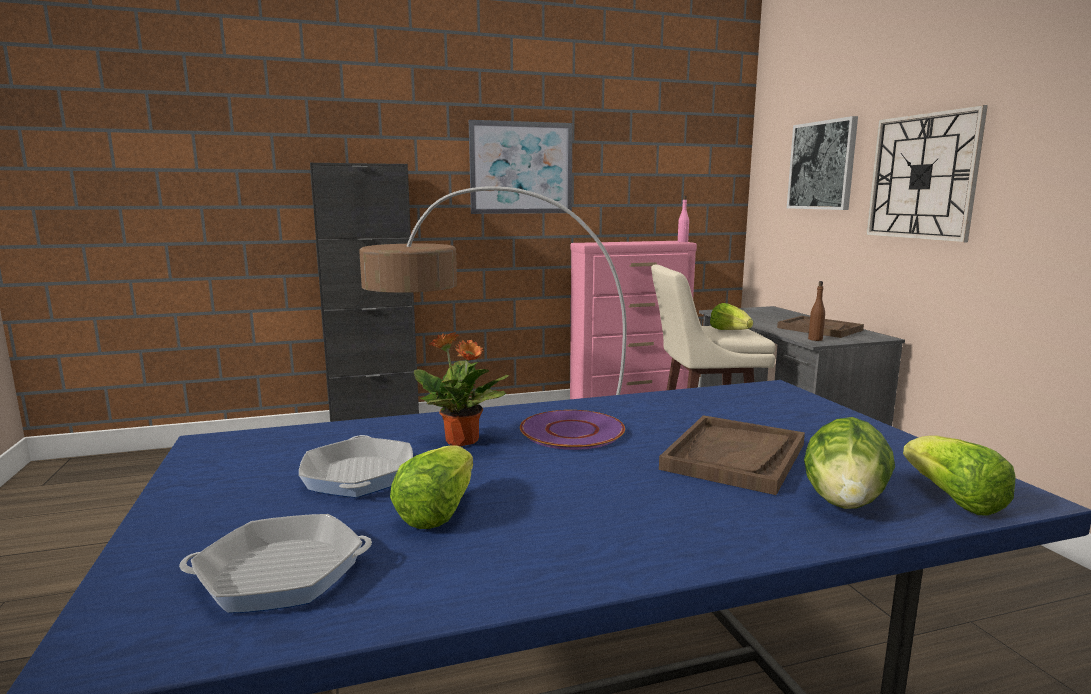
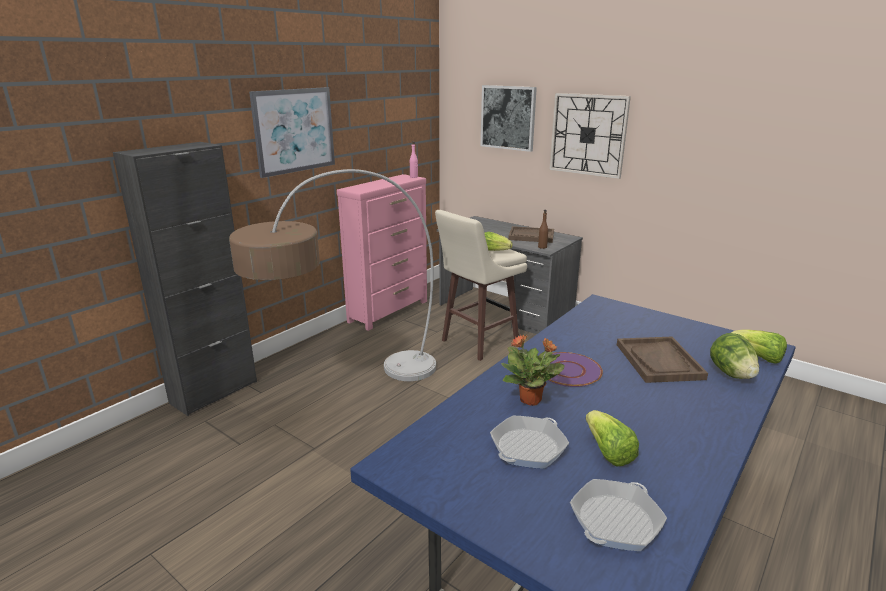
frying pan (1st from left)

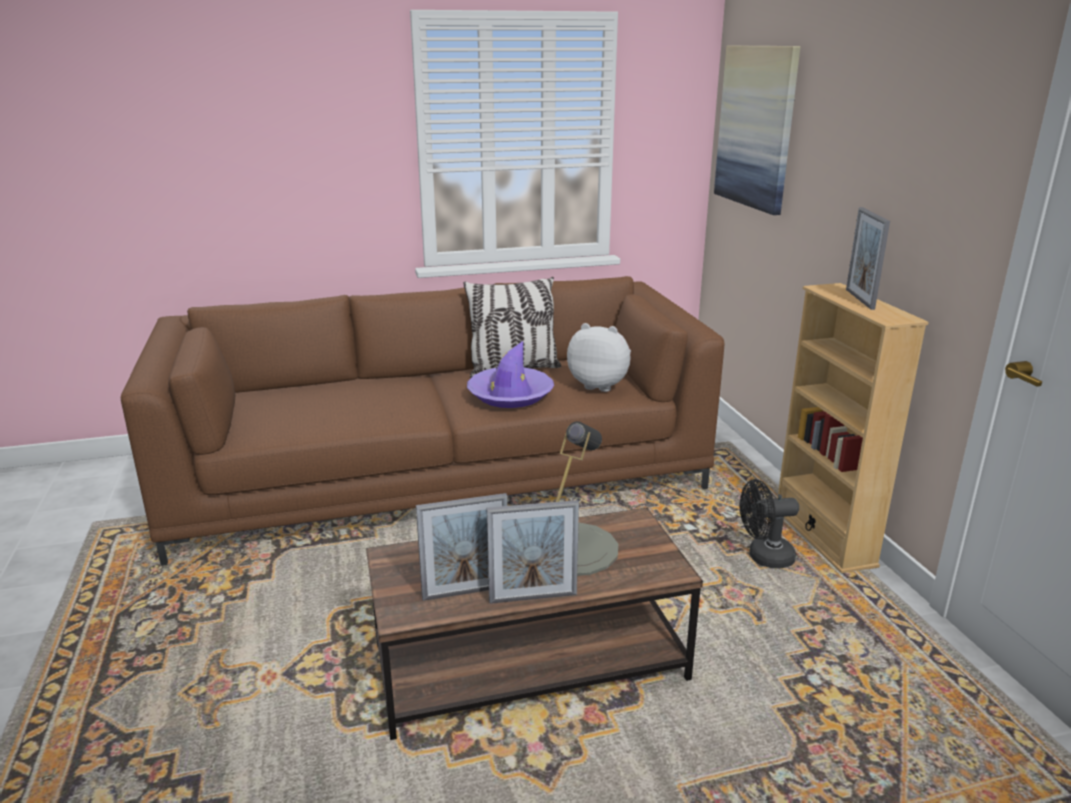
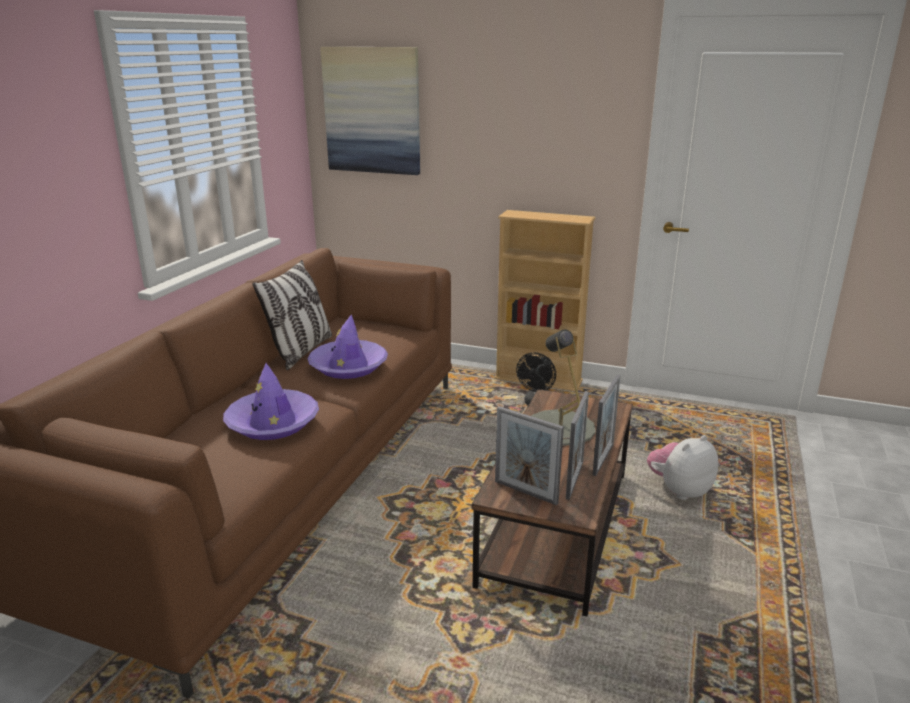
soft toy
photo frame (1st from left)
purplish clothing hat (1st from left)

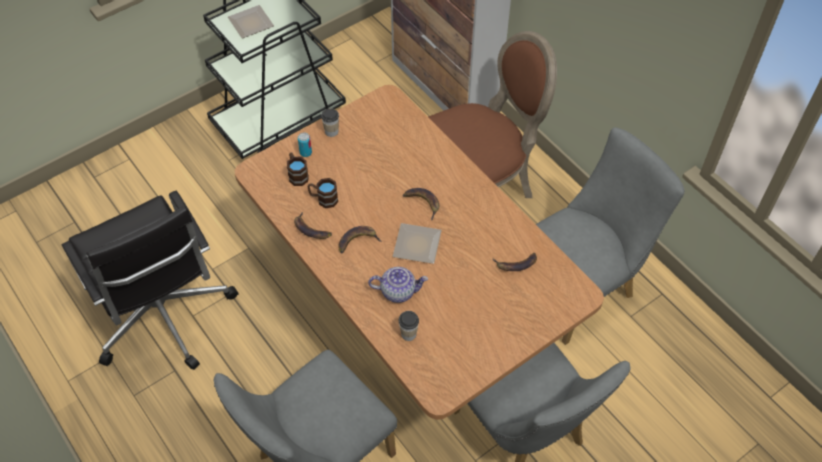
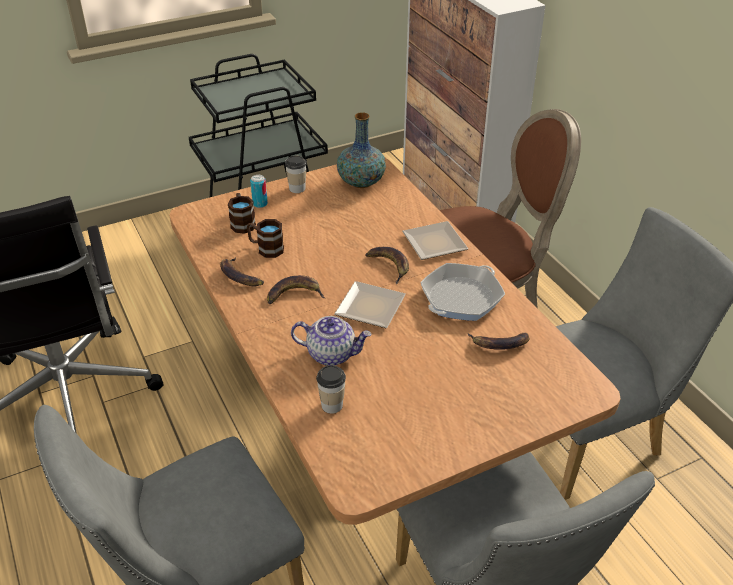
dinner plate (2nd from left)
decorative vase
frying pan

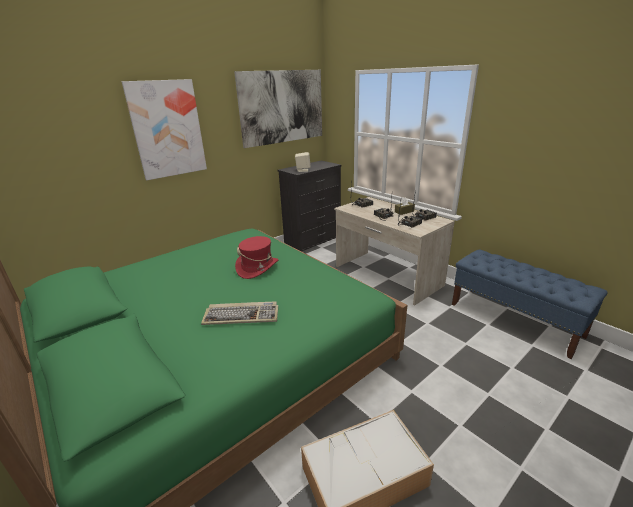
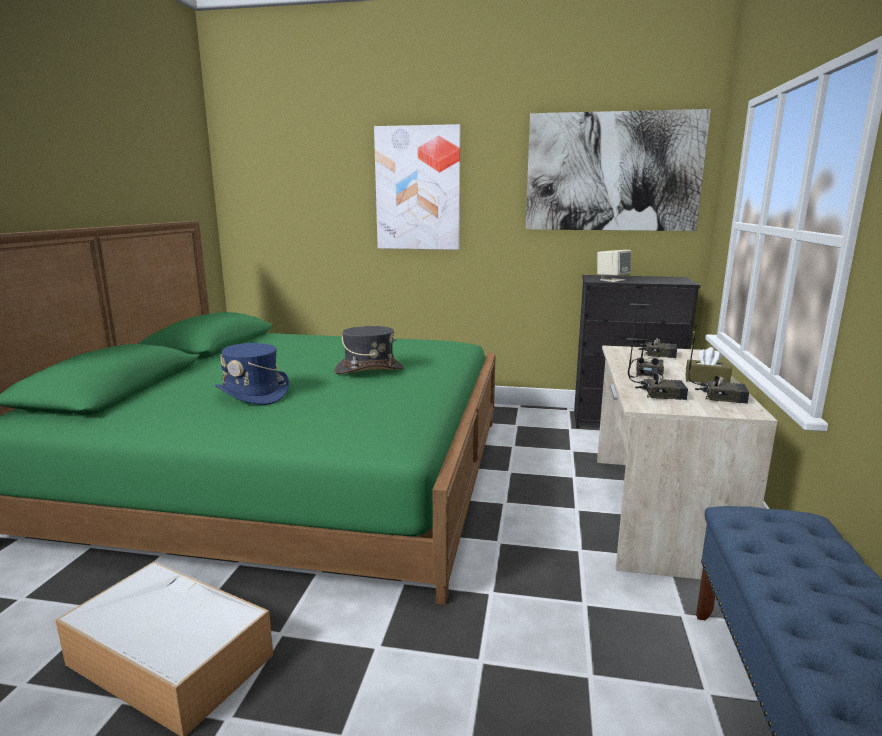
bluish clothing hat
gray clothing hat

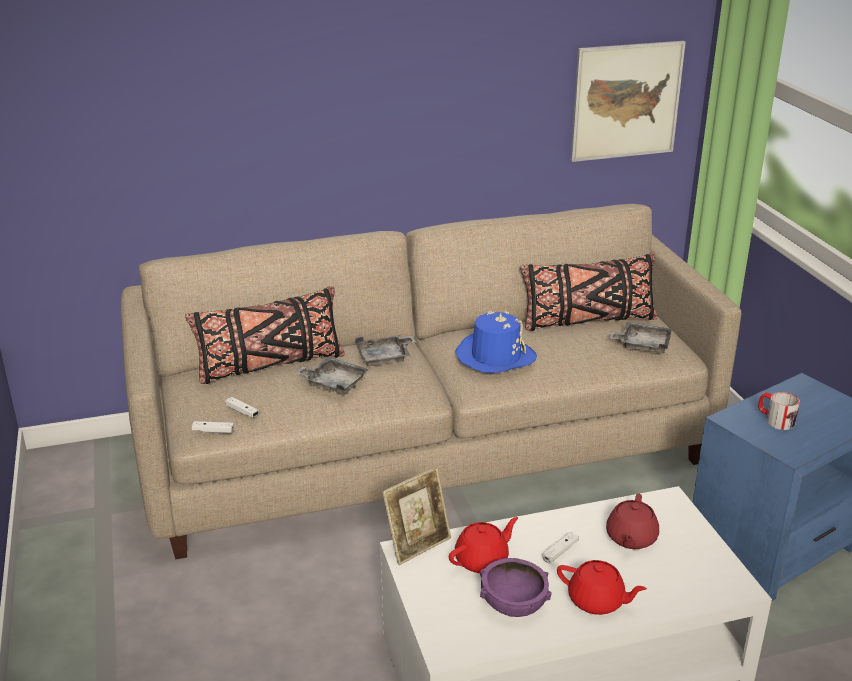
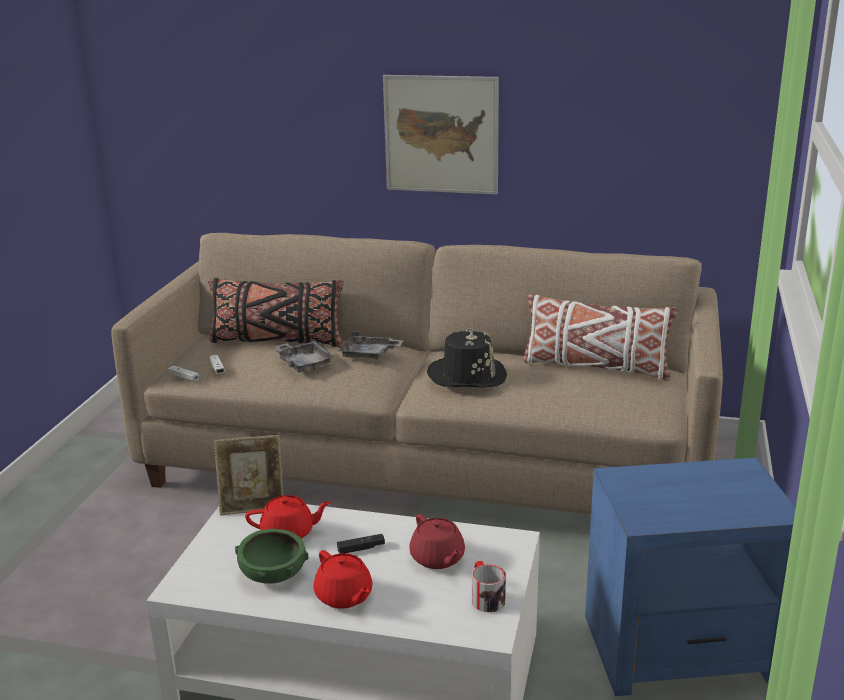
black-coloured clothing hat
greenish serving bowl
white-coloured cushion
black-coloured joypad
picture
reddish tea pot (3rd from left)
gray serving tray (3rd from left in the first image)
coffee mug

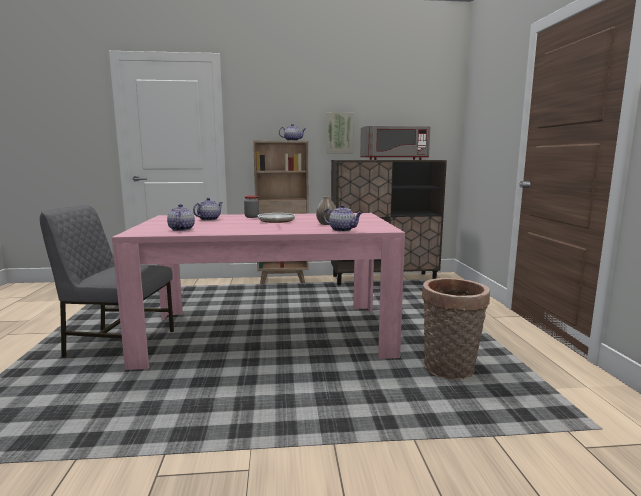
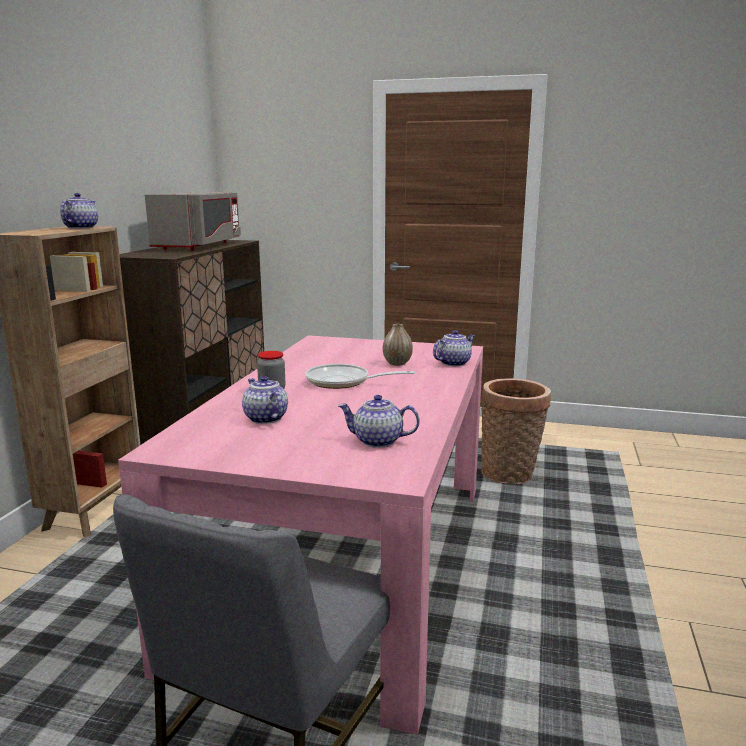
picture

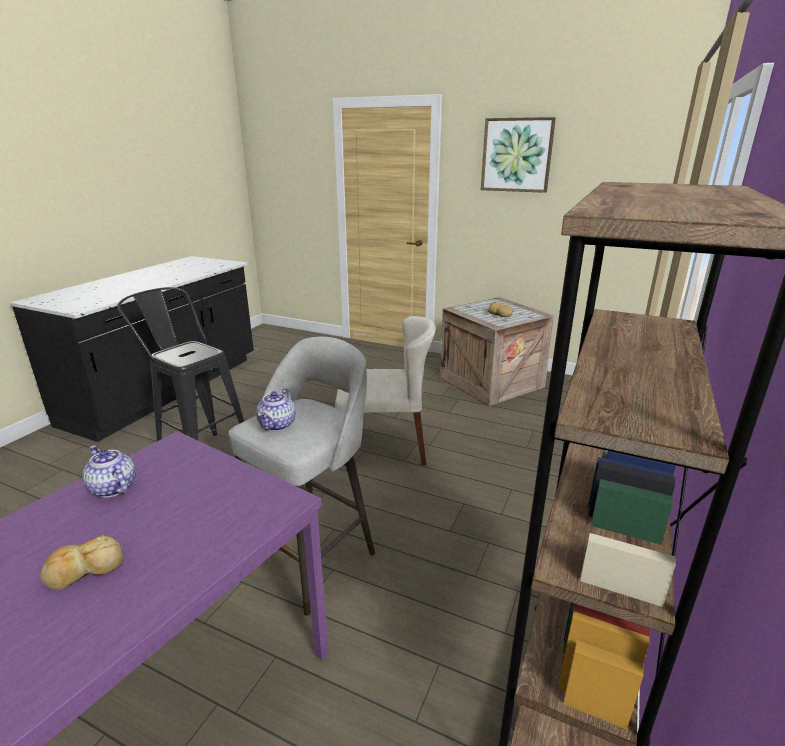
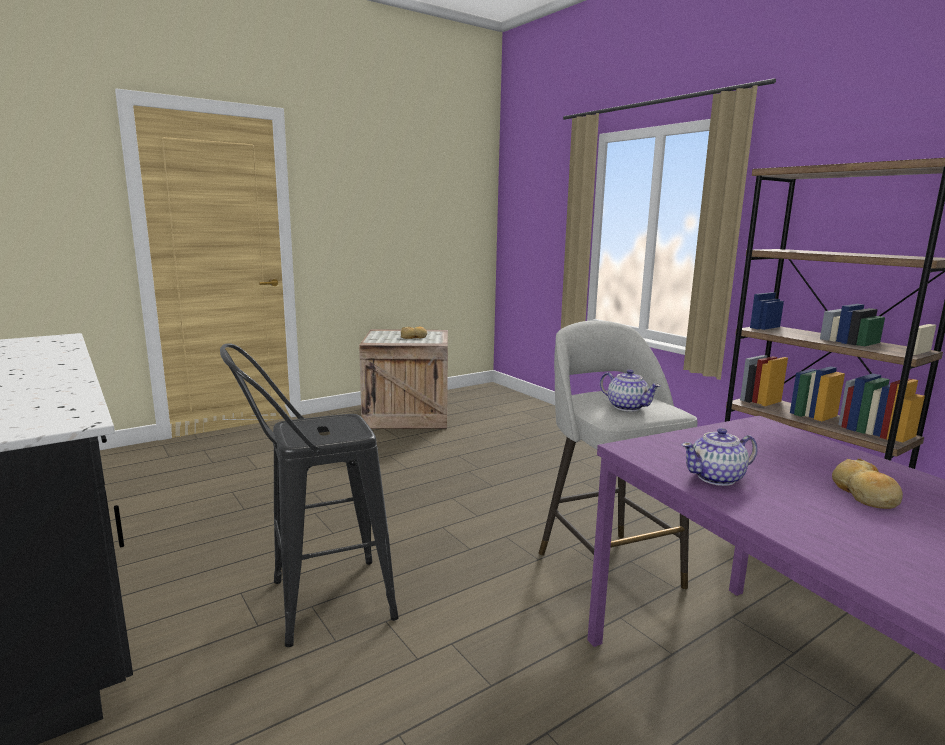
sand-coloured plain chair
picture

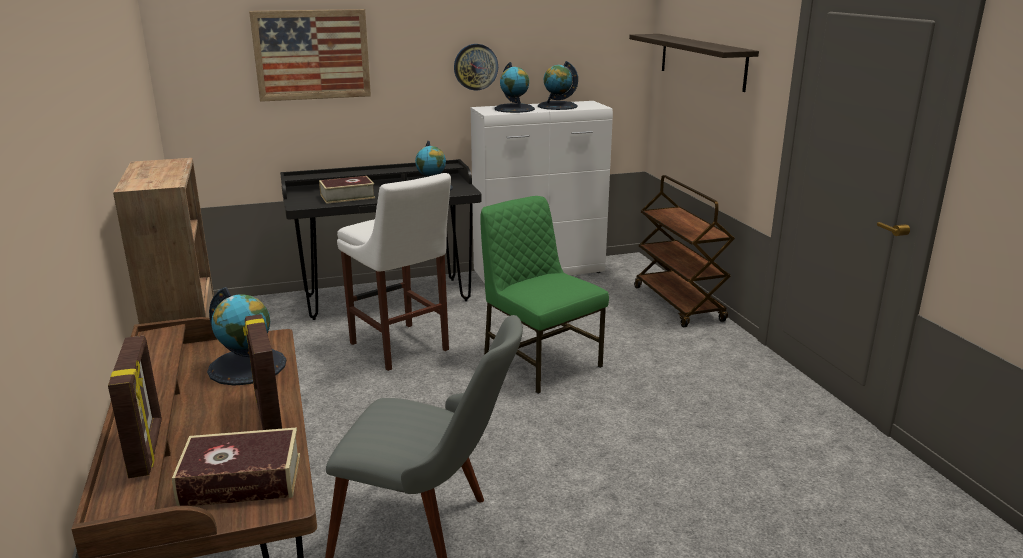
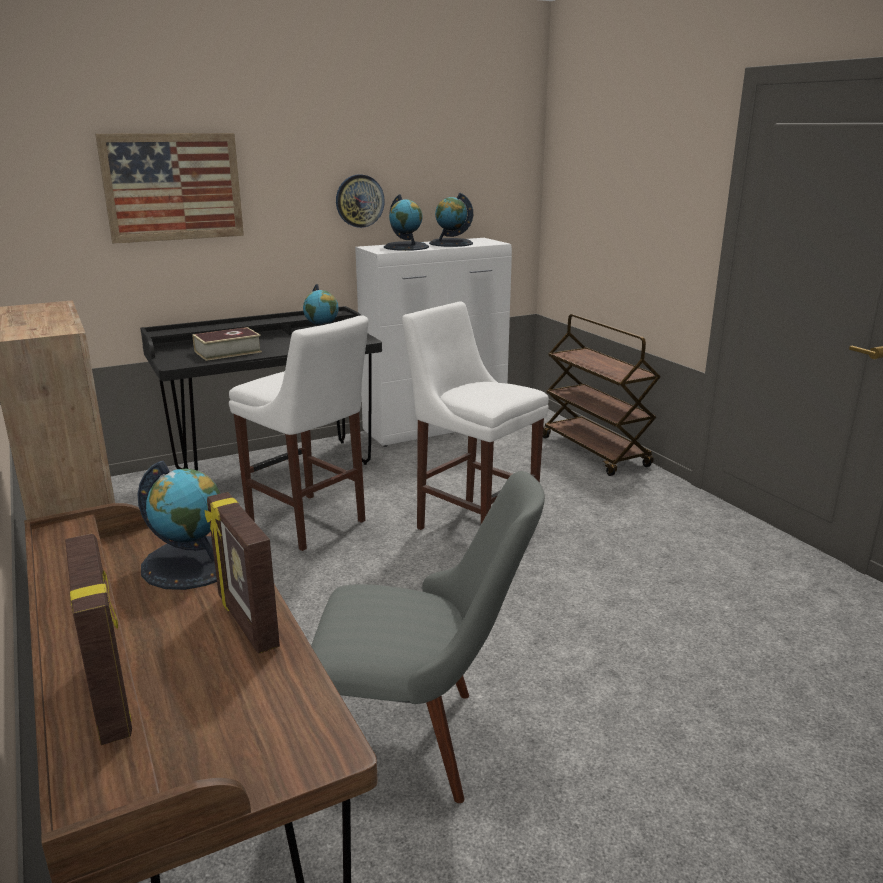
volume (1st from left in the first image)
white-coloured stool seat (2nd from left)
bracket shelf

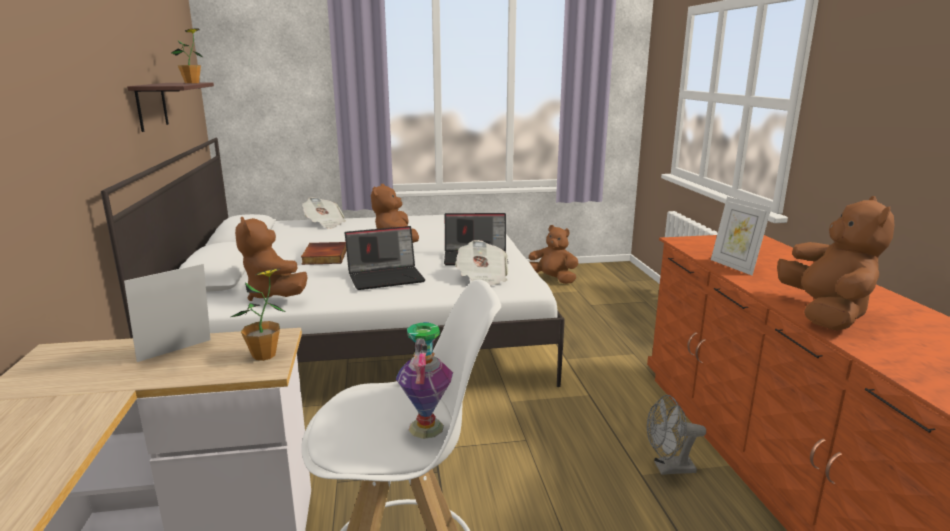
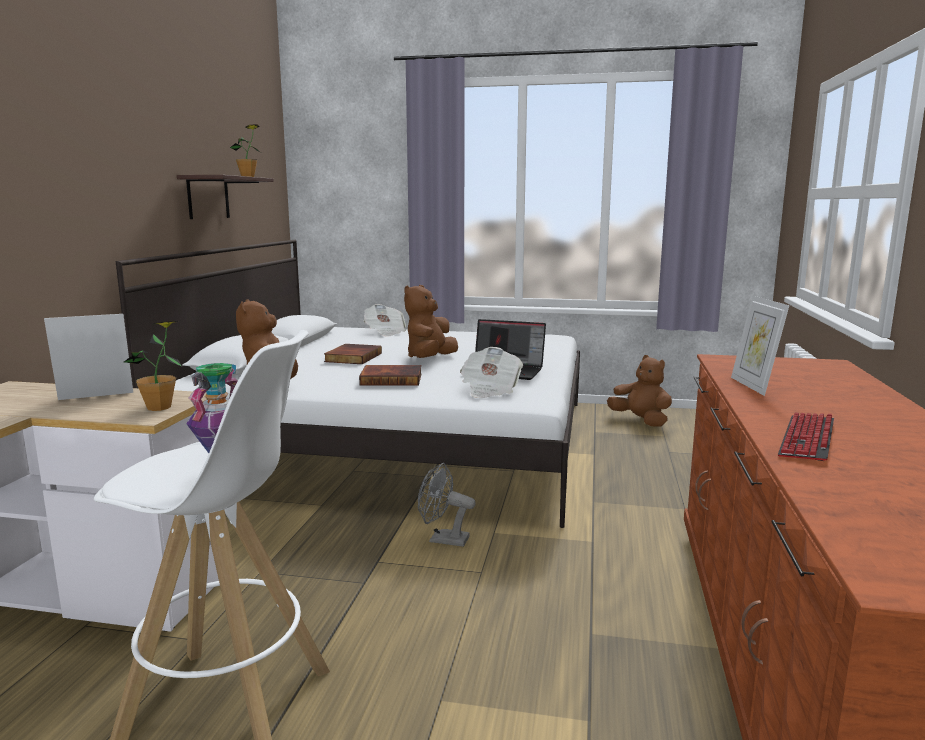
volume (2nd from left)
gray fan
keyboard

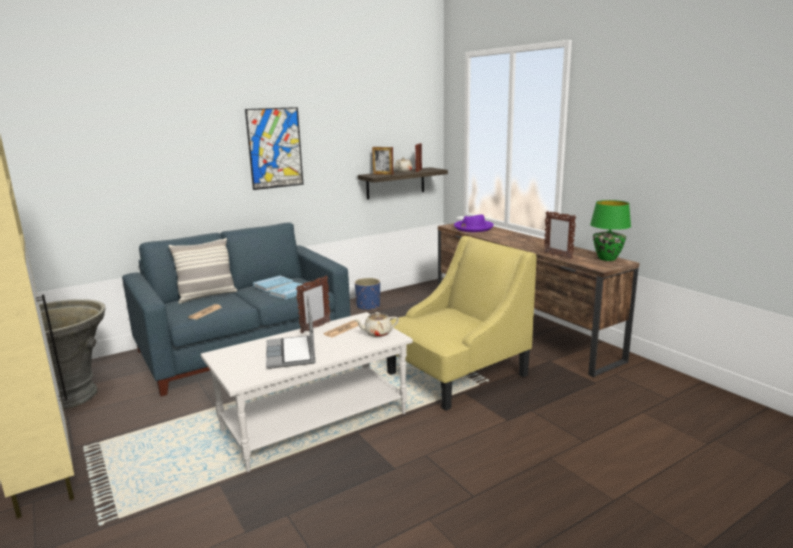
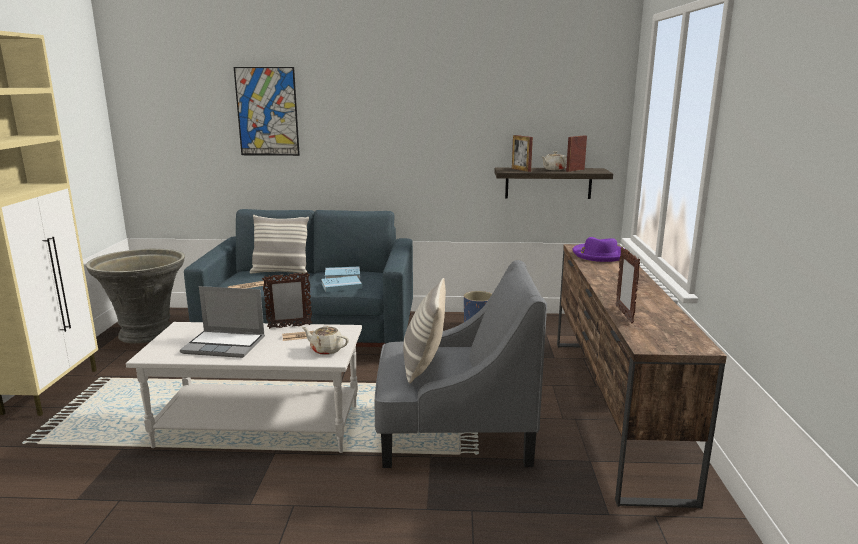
picture
laptop
gray easy chair
greenish table lamp
cushion (2nd from left)

